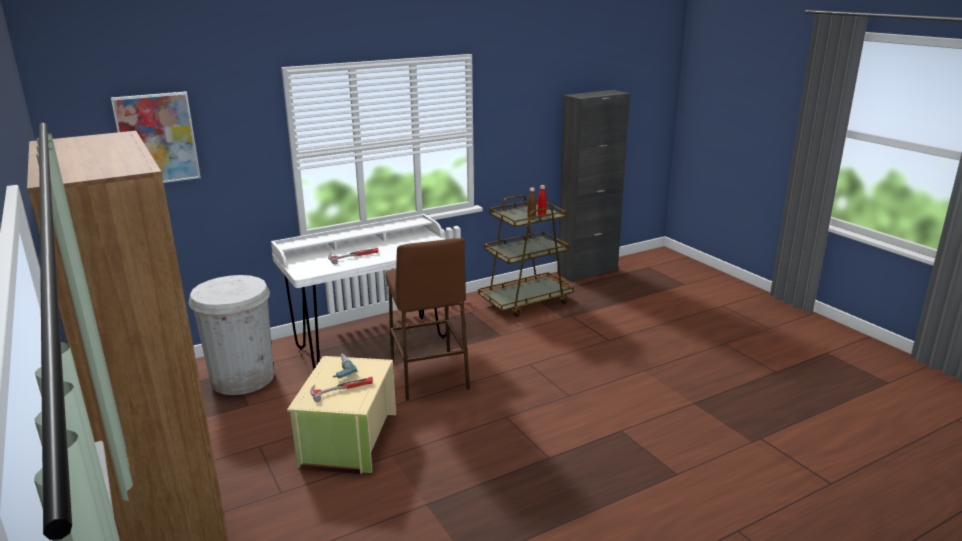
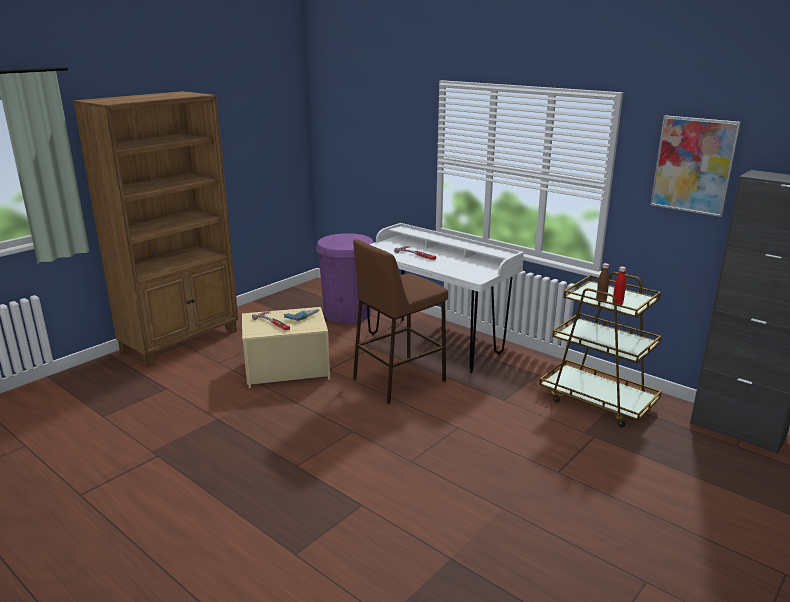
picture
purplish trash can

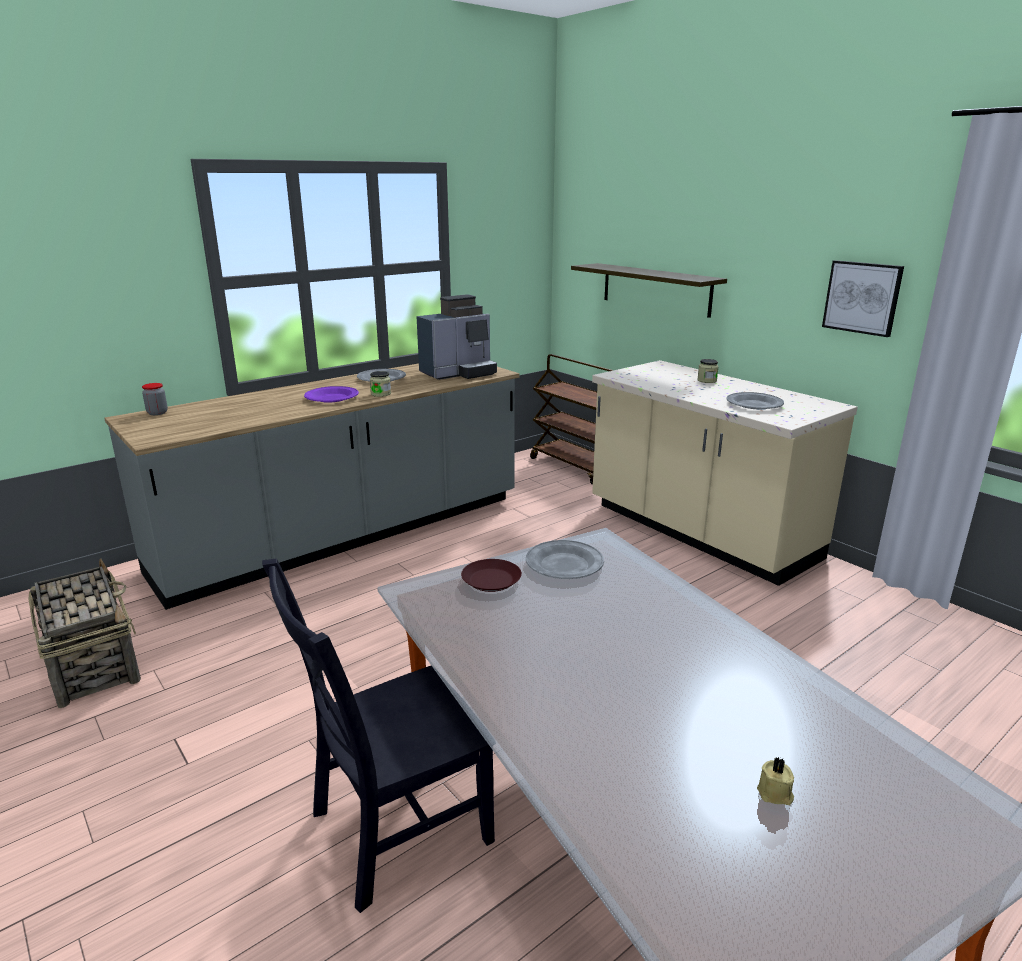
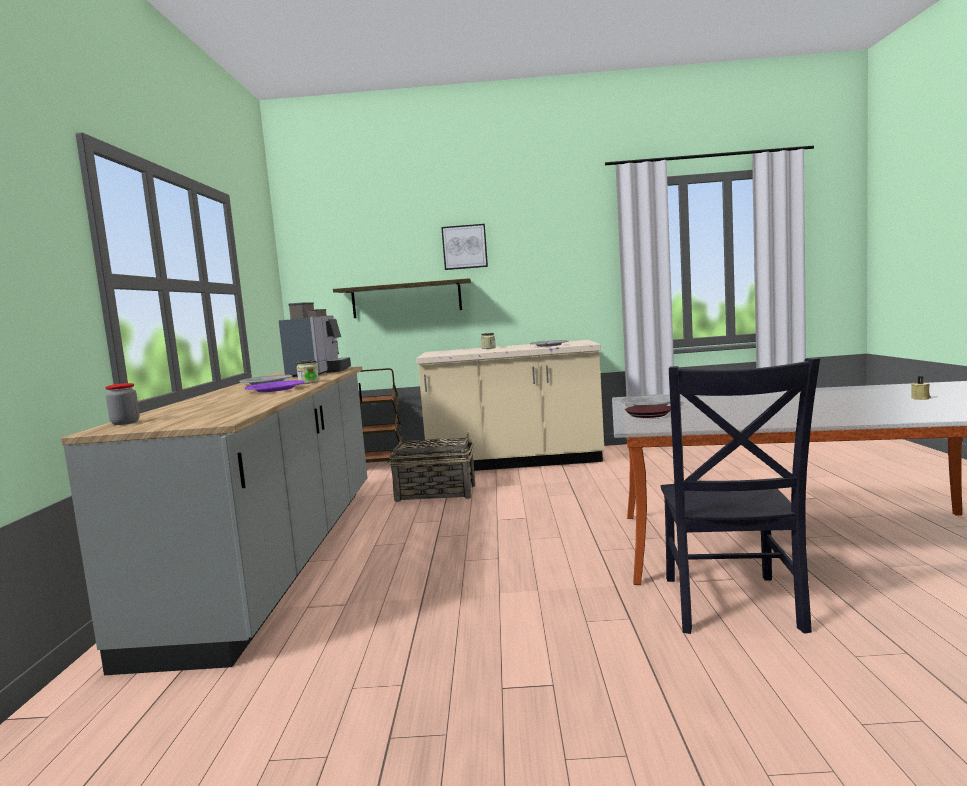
basket
picture

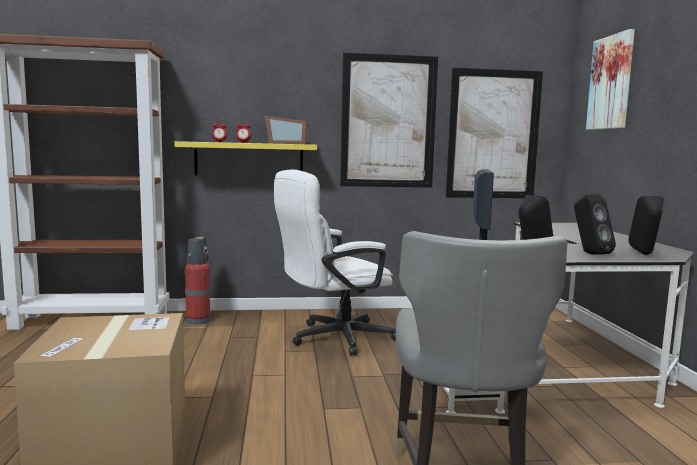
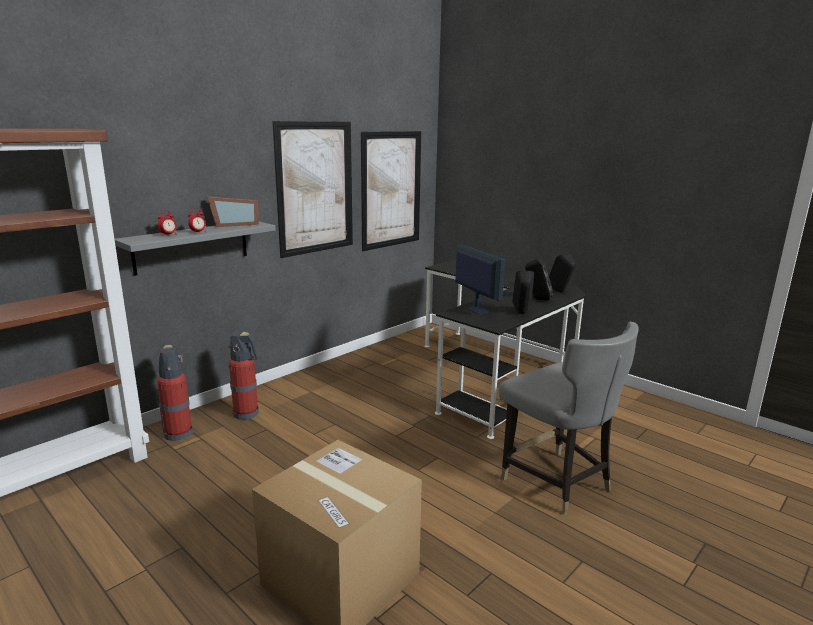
gray bracket shelf
white-coloured computer chair
picture (3rd from left in the first image)
extinguisher (2nd from left)

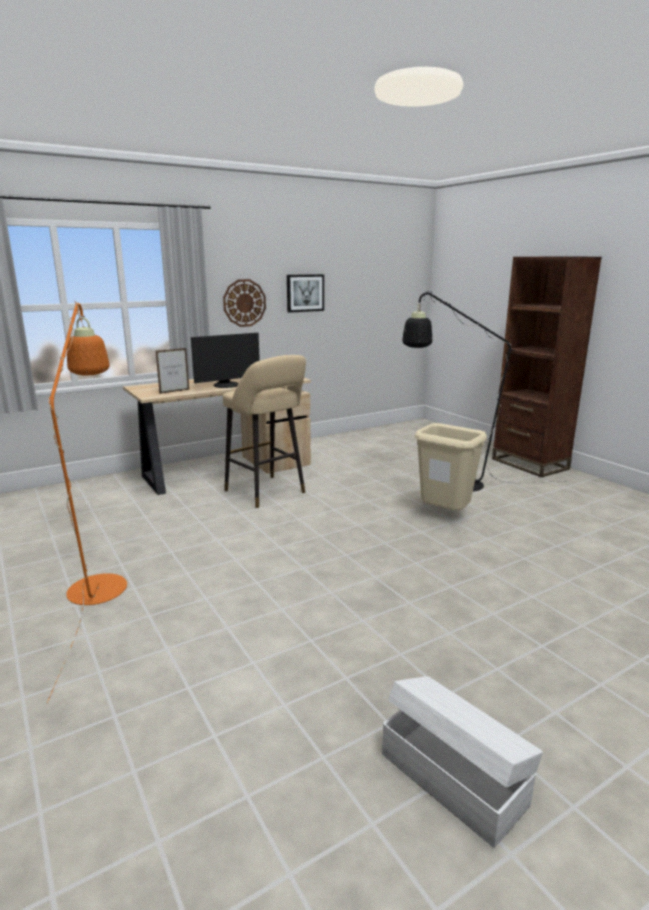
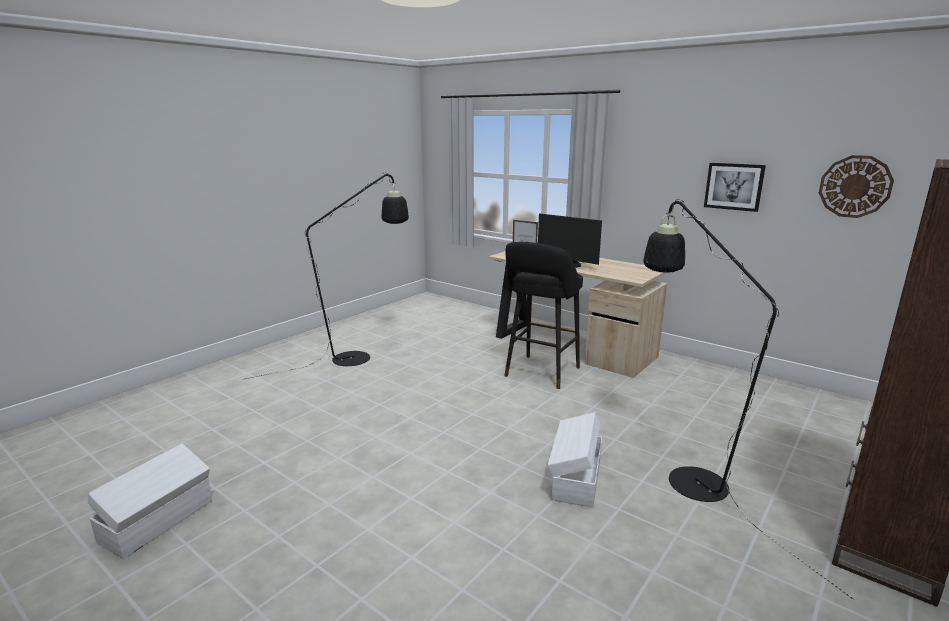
black-coloured floor lamp (1st from left)
clock on the wall
black-coloured stool seat
white-coloured storage box (2nd from left)

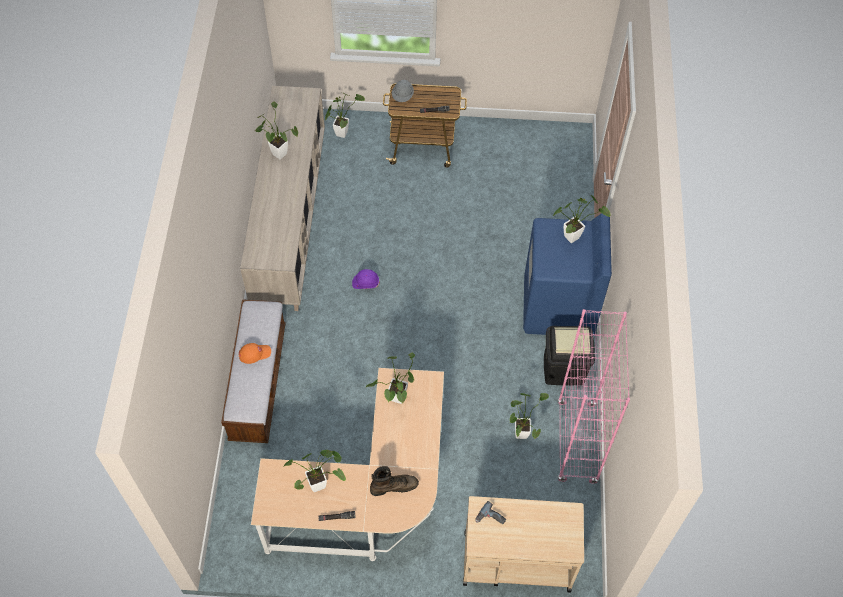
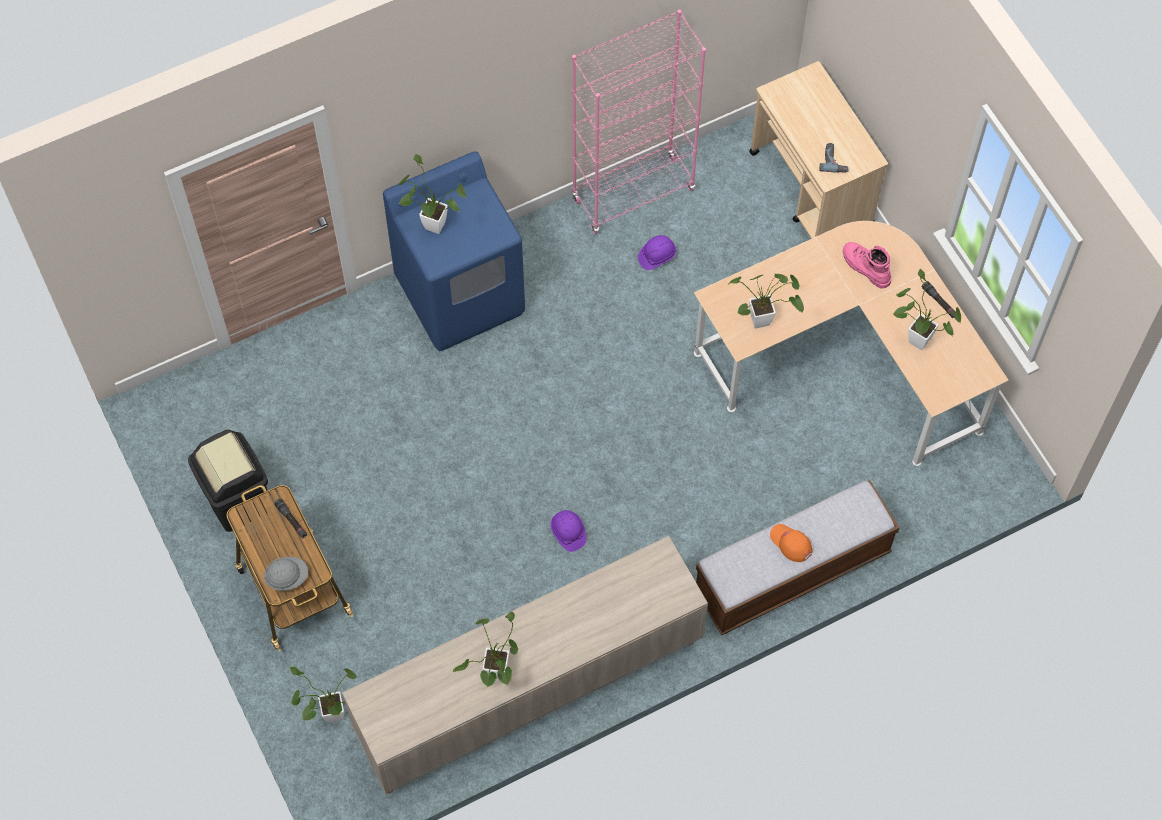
pink boot
purplish work helmet (2nd from left)
black-coloured trash can

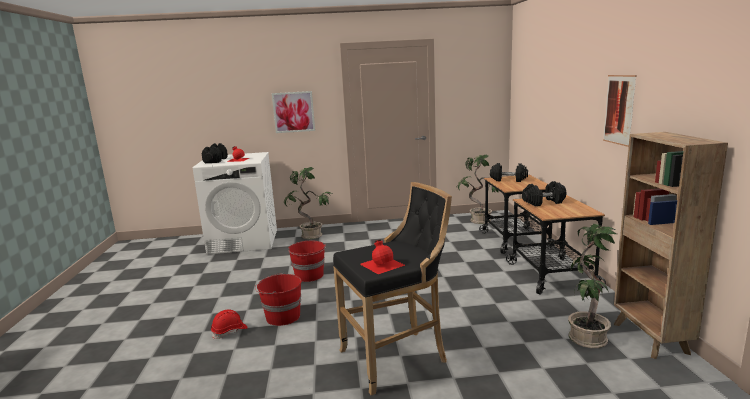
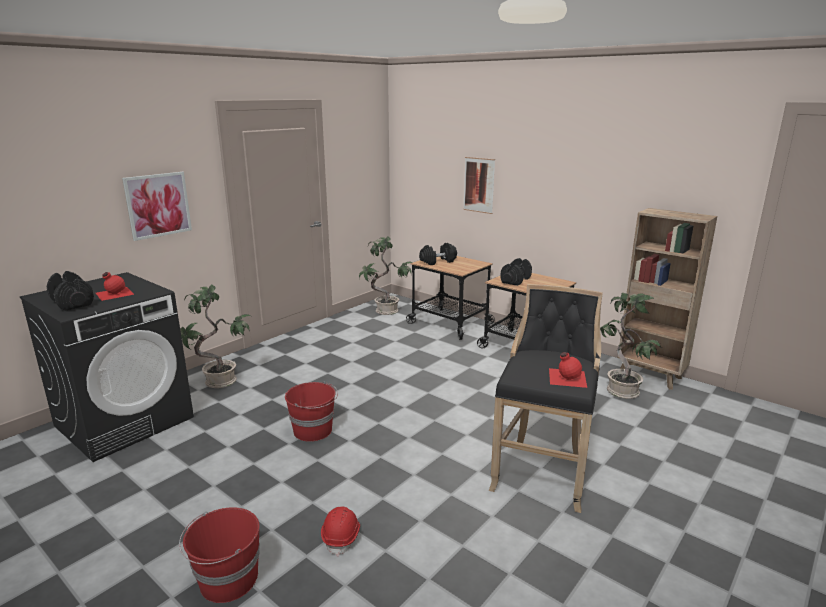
black-coloured laundry appliance
reddish pail (1st from left)
picture (2nd from left)

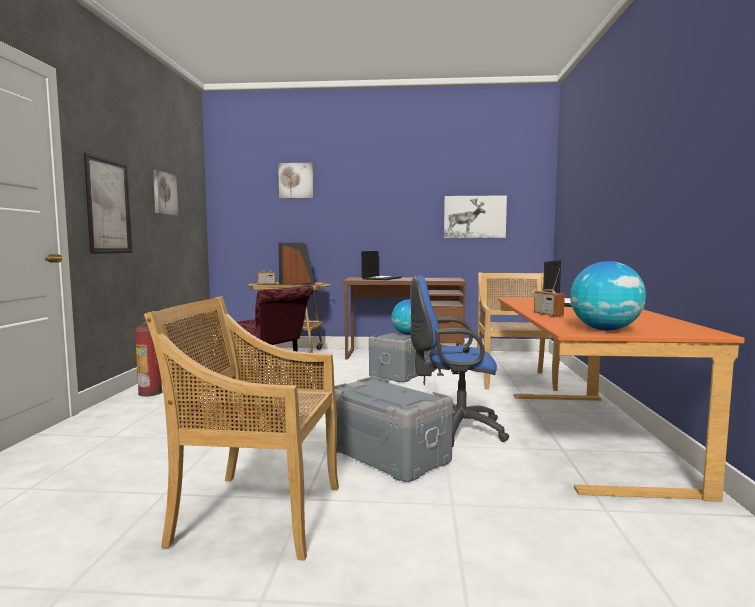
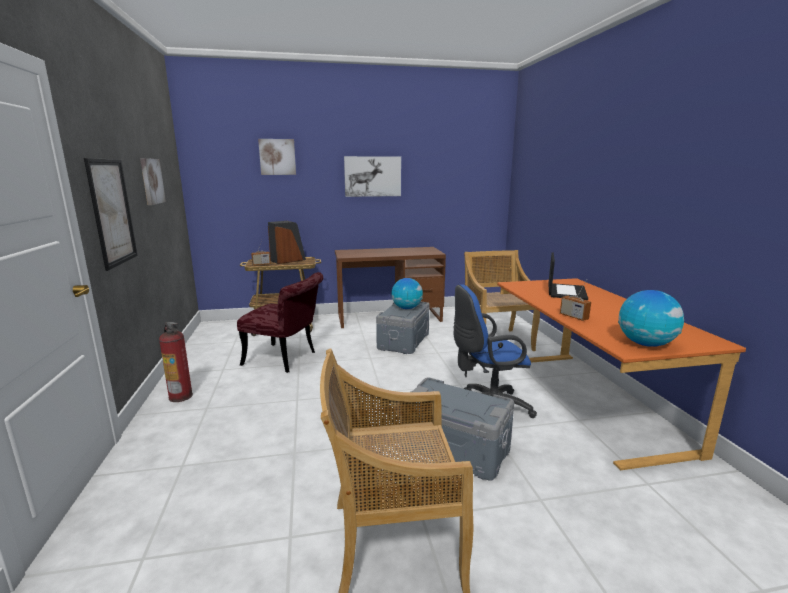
laptop (1st from left in the first image)
picture (4th from left)

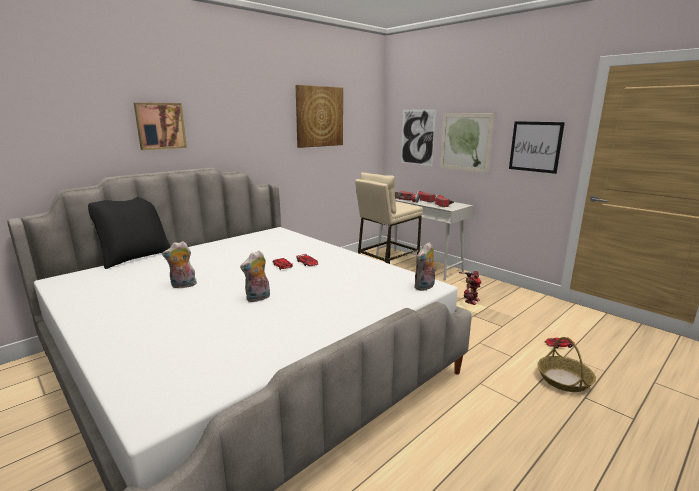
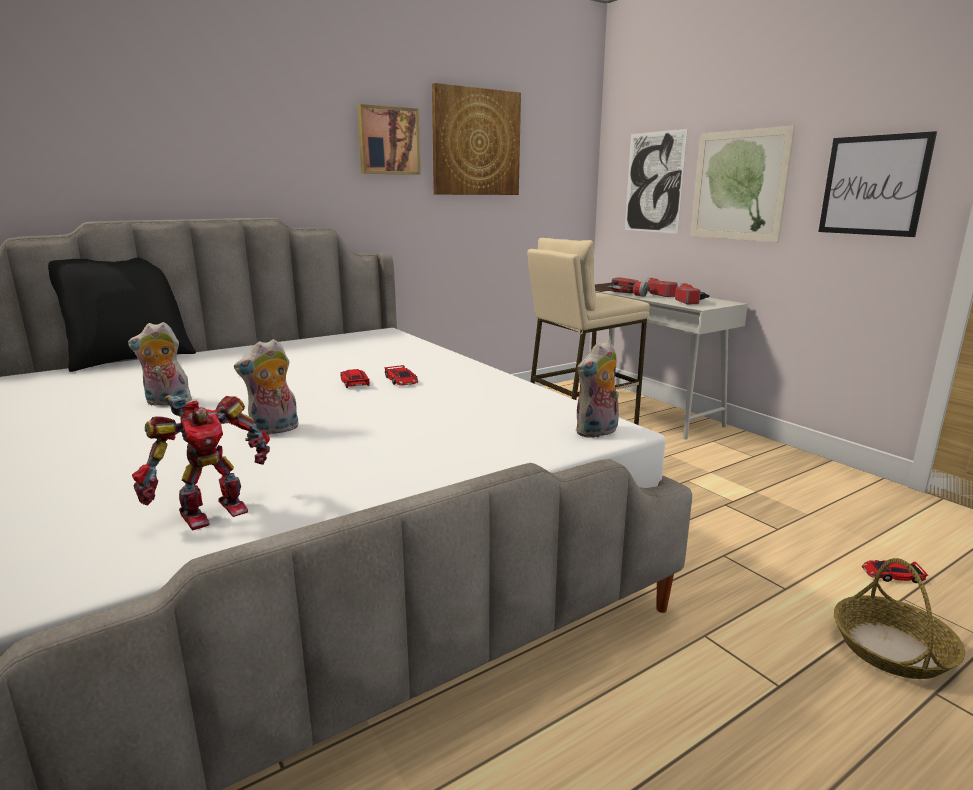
picture (1st from left)
robot figure

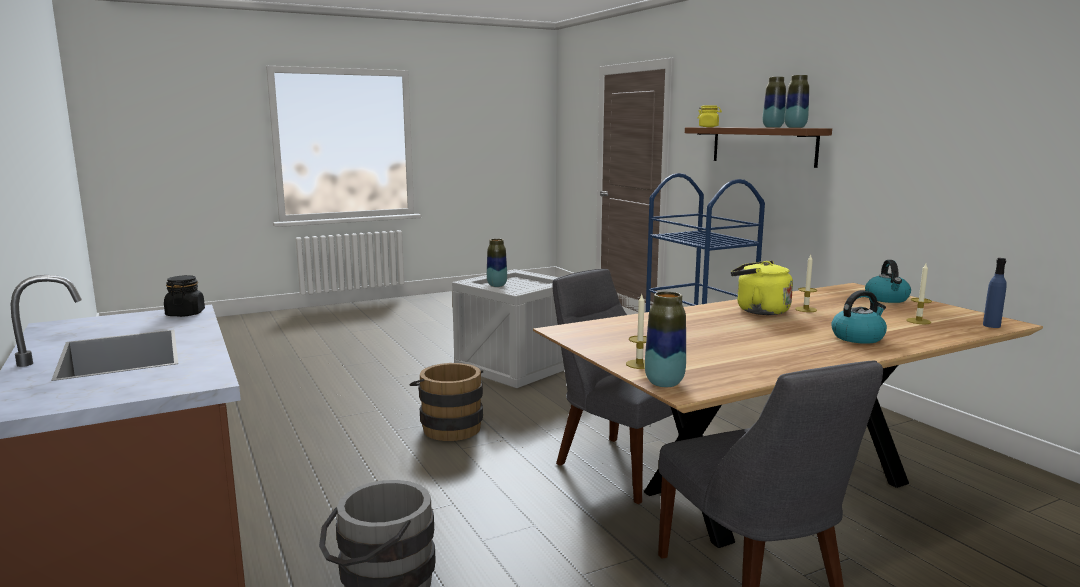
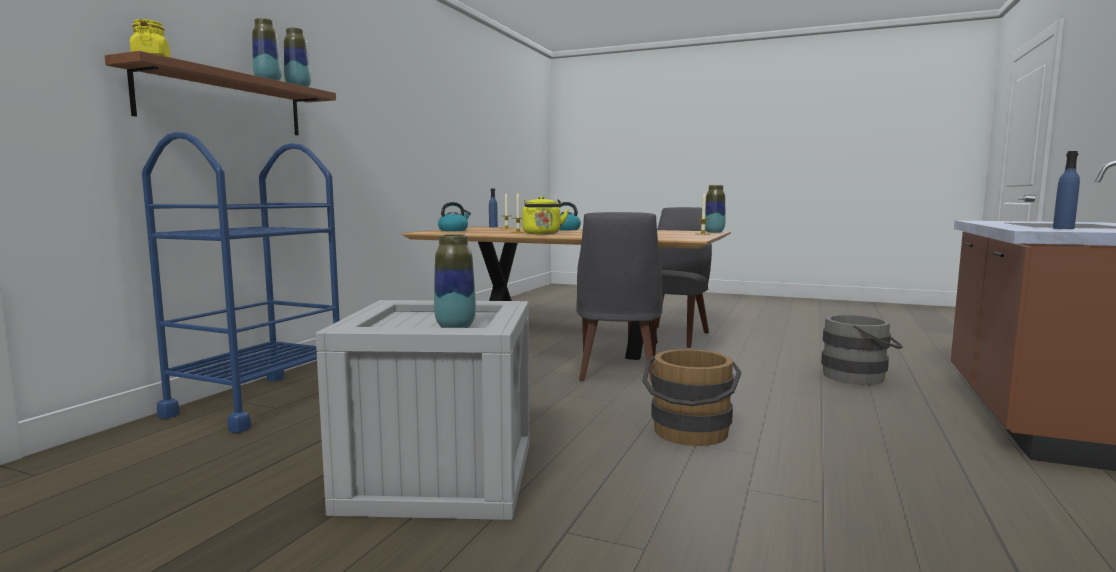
black-coloured jar
bluish drink bottle (2nd from left)

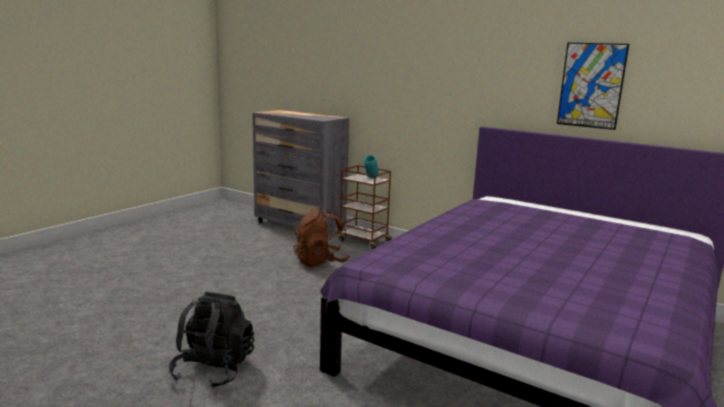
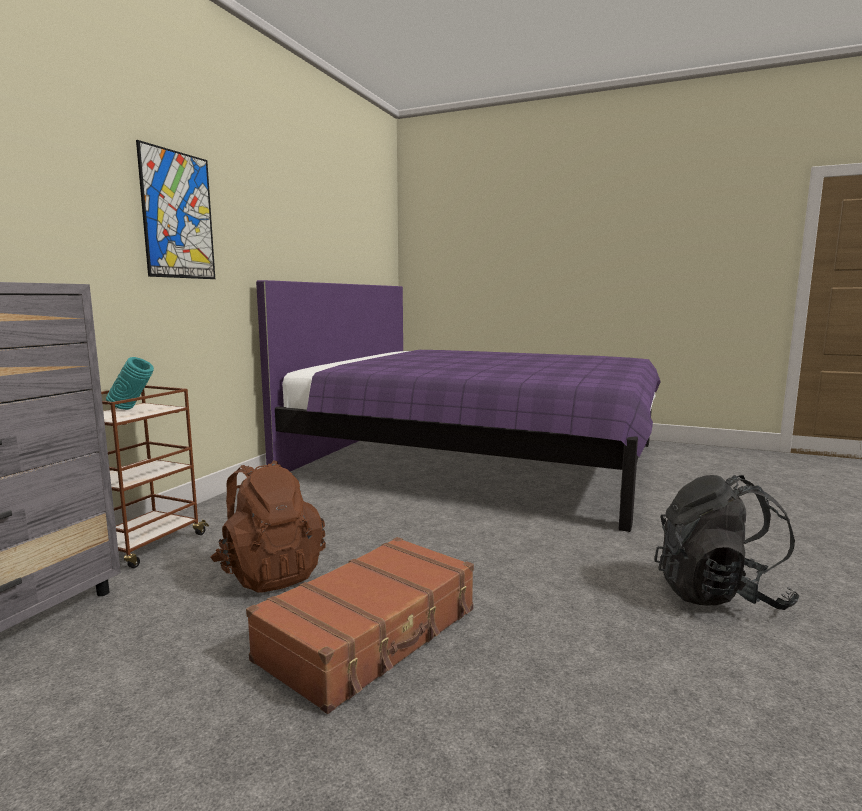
picture
brown-coloured piece of luggage

